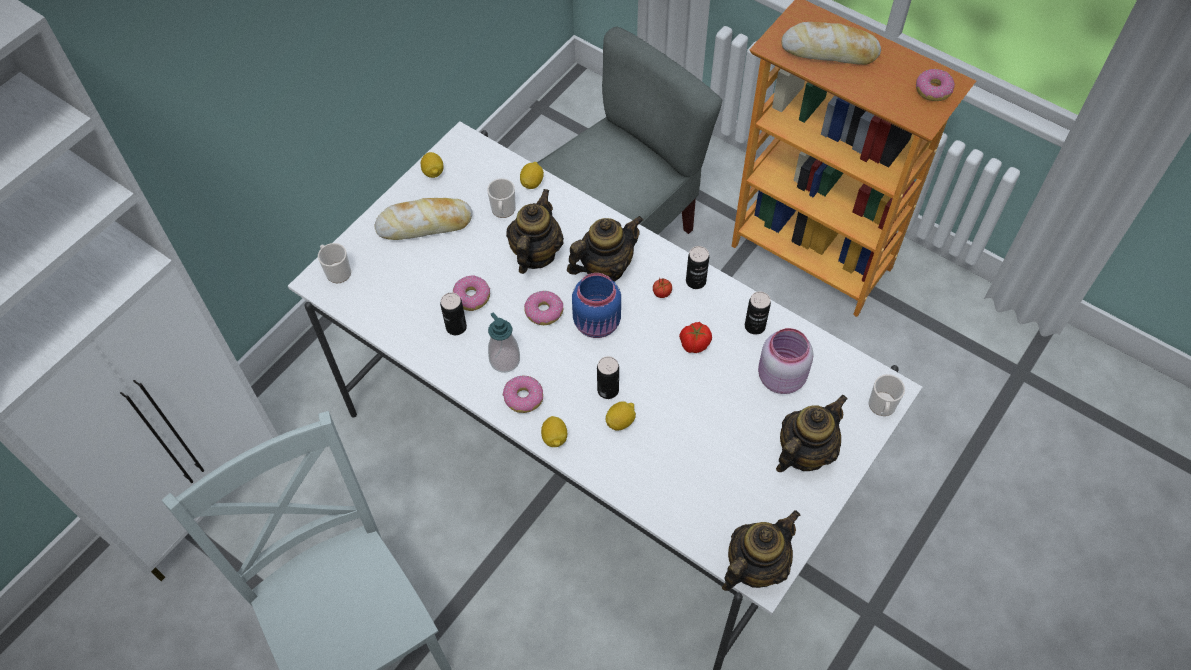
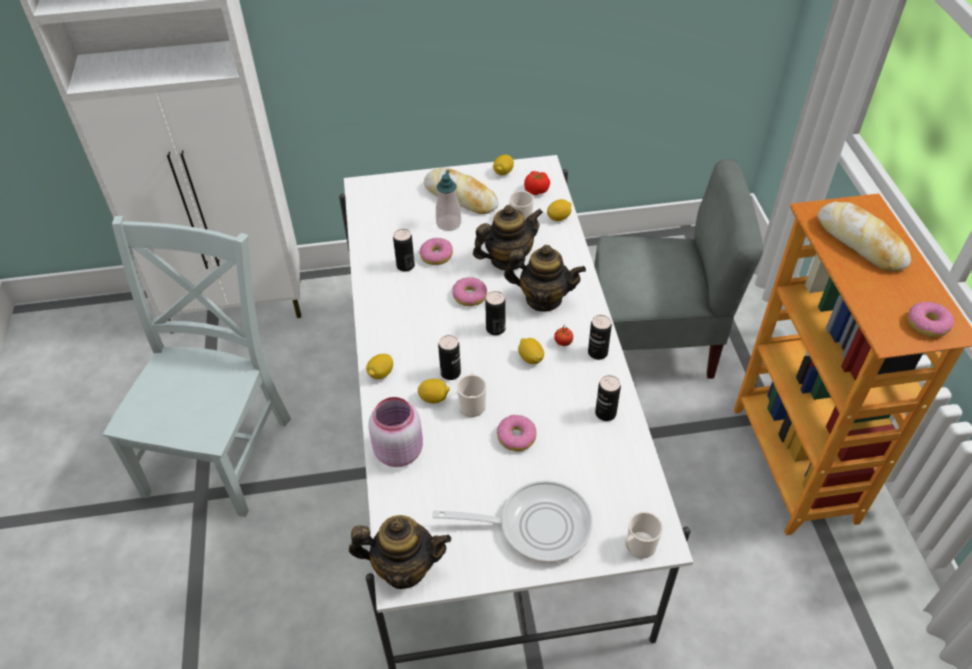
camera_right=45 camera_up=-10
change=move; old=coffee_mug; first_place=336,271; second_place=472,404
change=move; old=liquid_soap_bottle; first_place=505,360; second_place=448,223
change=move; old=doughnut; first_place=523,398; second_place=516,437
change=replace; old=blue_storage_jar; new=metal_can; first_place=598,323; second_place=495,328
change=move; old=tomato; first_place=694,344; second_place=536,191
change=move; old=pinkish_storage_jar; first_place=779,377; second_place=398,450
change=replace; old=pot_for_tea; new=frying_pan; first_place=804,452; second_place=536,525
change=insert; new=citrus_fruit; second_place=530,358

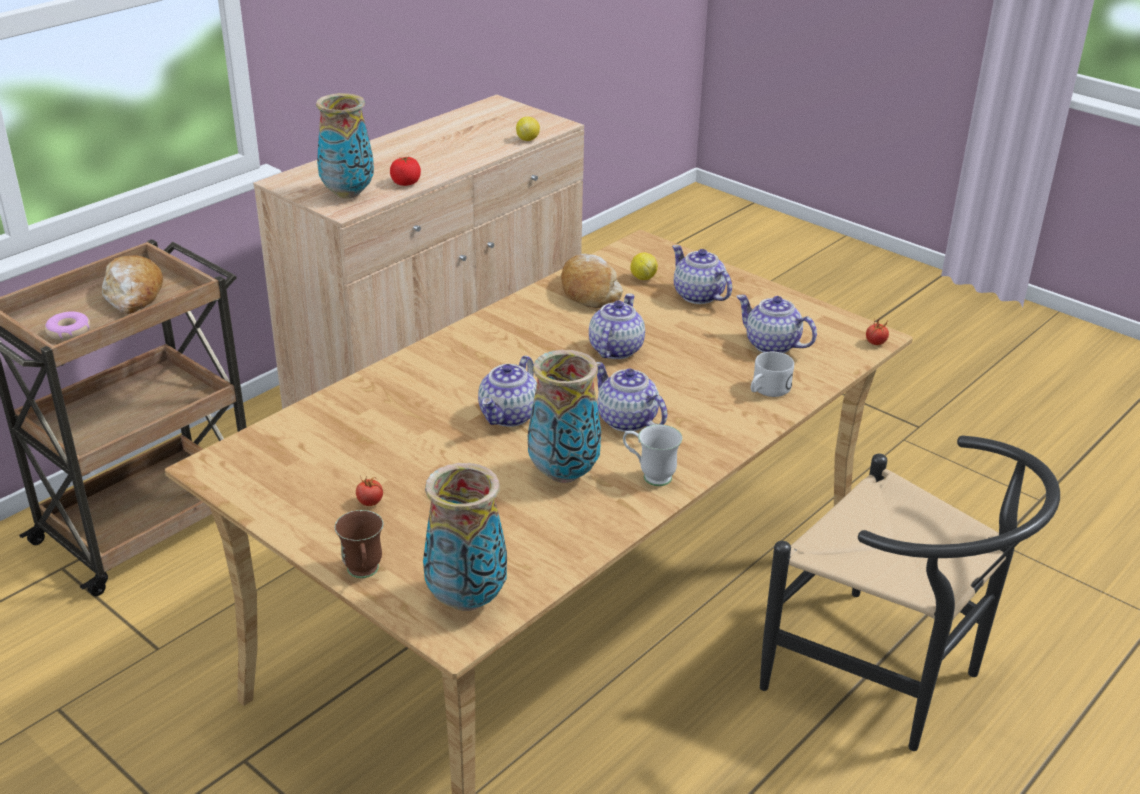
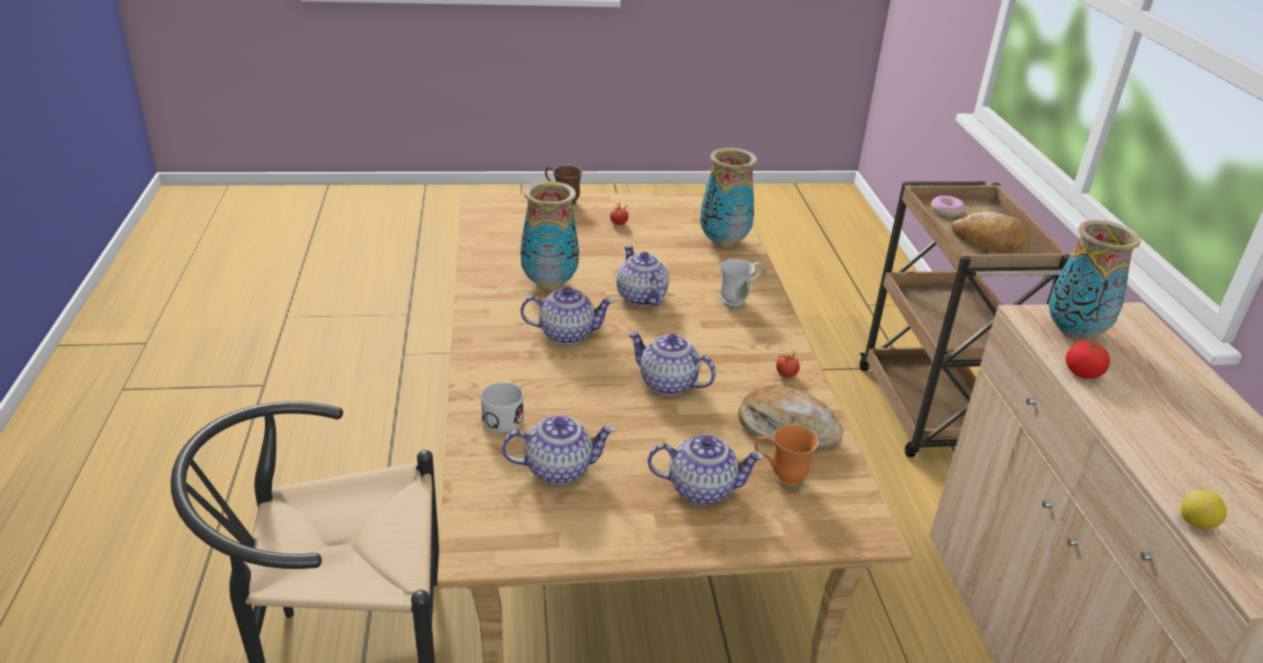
camera_right=130 camera_up=0
change=move; old=vase; first_place=466,600; second_place=723,242
change=rotate; old=pot_for_tea; first_place=615,349; second_place=667,383; degrees=150
change=move; old=whitish_coffee_mug; first_place=649,476; second_place=738,300
change=replace; old=citrus_fruit; new=orange_coffee_mug; first_place=643,278; second_place=780,477
change=move; old=tomato; first_place=875,343; second_place=786,375

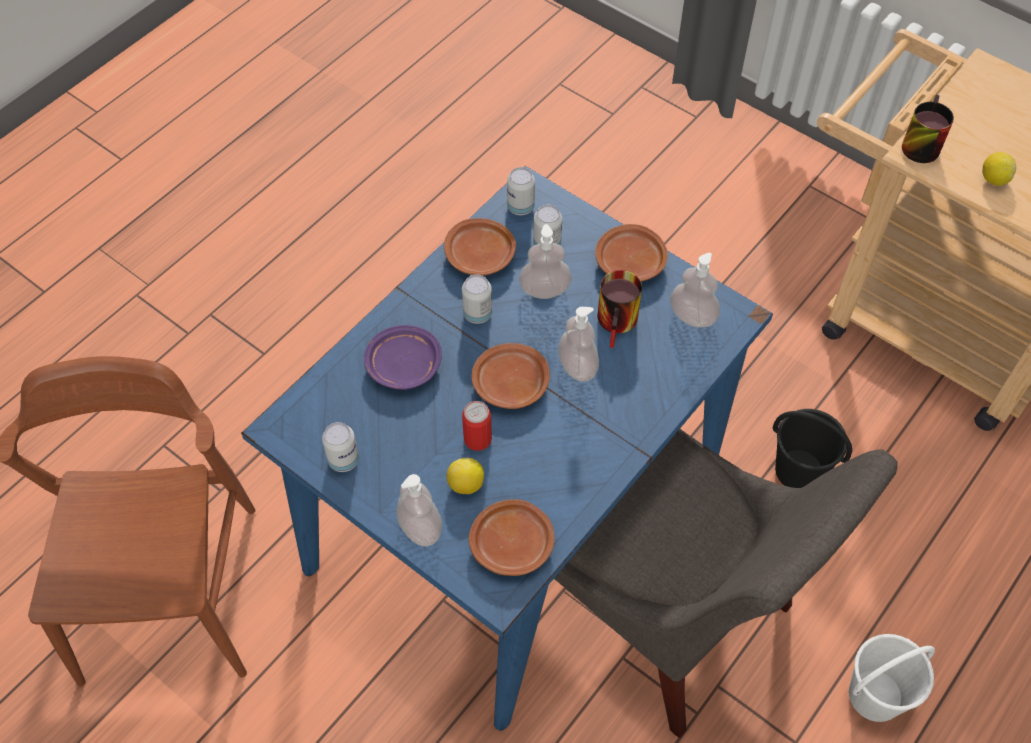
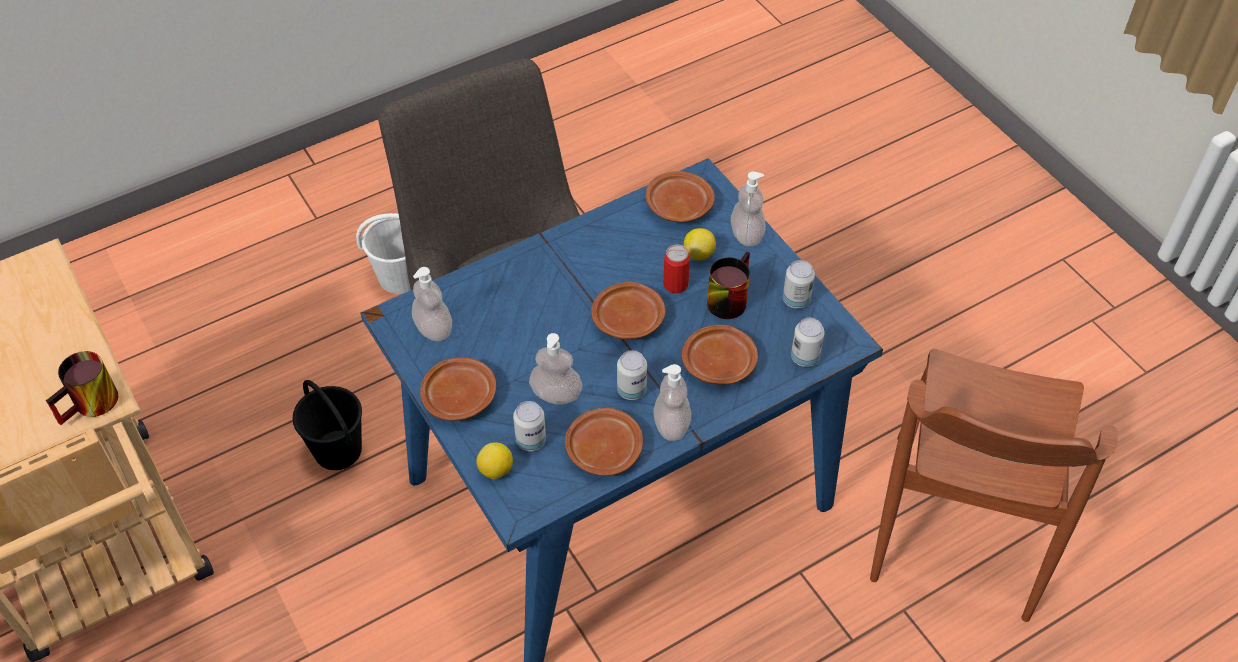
camera_right=-160 camera_up=-5
change=recolor; old=purple-coloured_dinner_plate; new=brownish_dinner_plate; first_place=403,366; second_place=719,363
change=move; old=metal_can; first_place=520,207; second_place=804,357
change=move; old=liquid_soap_bottle; first_place=577,366; second_place=671,425
change=move; old=coffee_mug; first_place=620,323; second_place=726,297
change=move; old=citrus_fruit; first_place=993,179; second_place=496,470

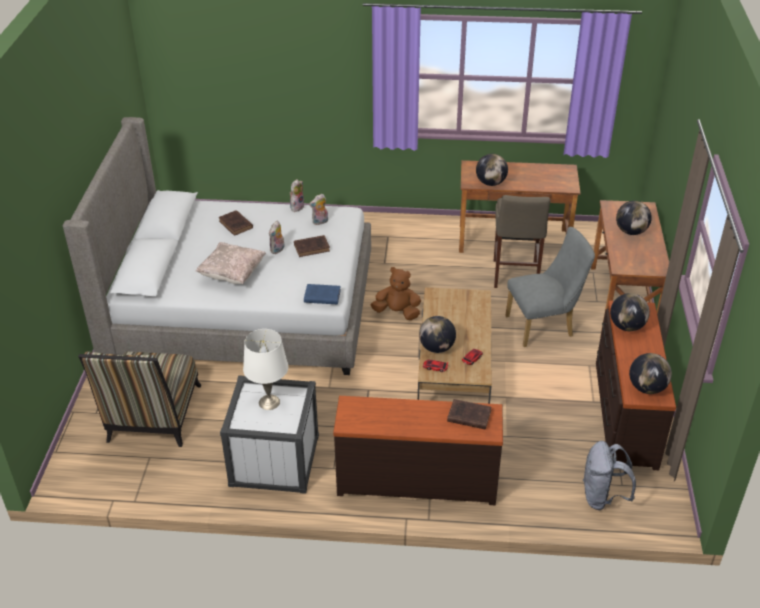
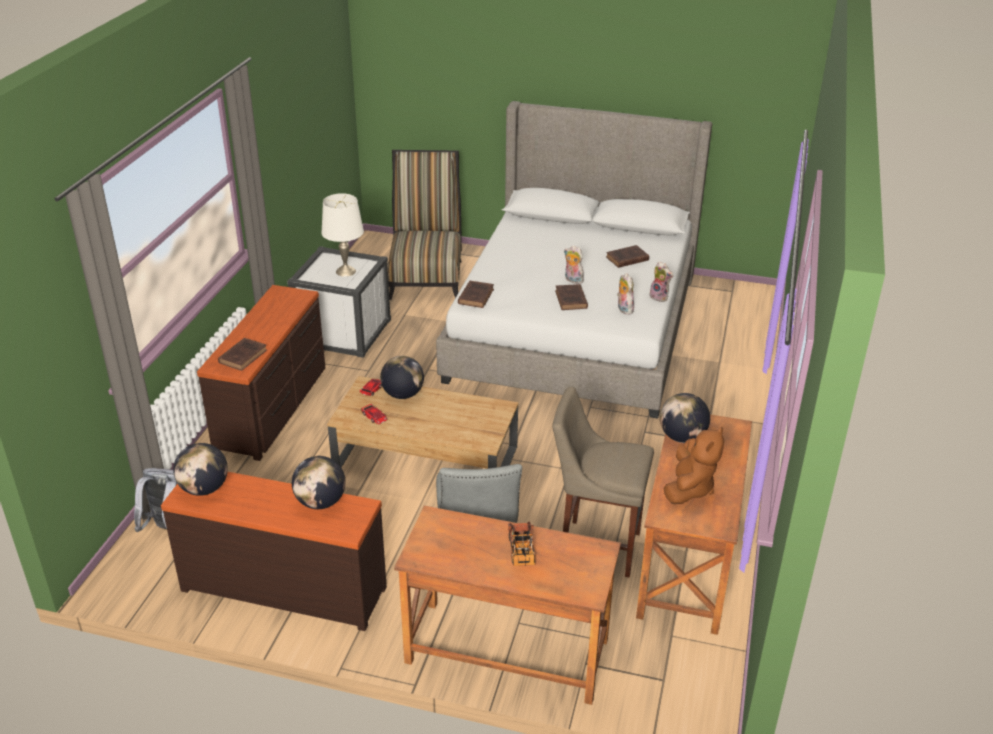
camera_right=100 camera_up=-5
change=rotate; old=chair; first_place=153,418; second_place=426,276; degrees=75
change=delete; old=beige-coloured_pillow; first_place=232,274
change=recolor; old=blue_volume; new=brownish_volume; first_place=321,296; second_place=476,296
change=move; old=brownish_soft_toy; first_place=397,312; second_place=689,488
change=replace; old=desk_globe; new=toy_truck; first_place=631,231; second_place=521,553

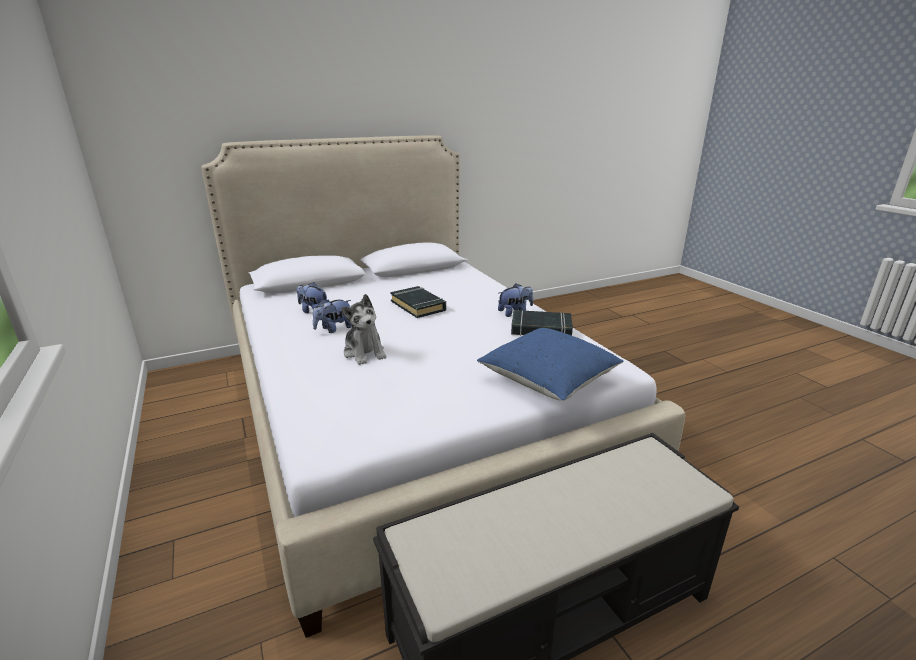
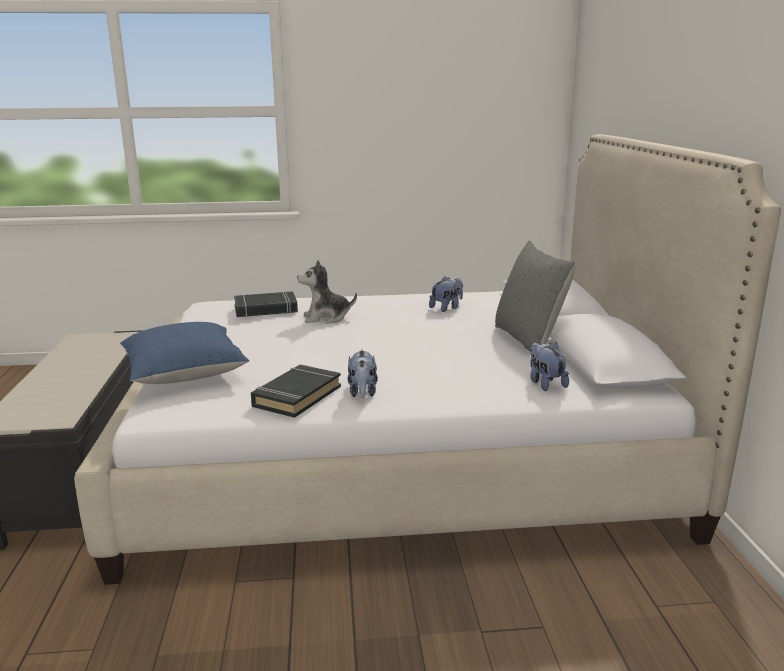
camera_right=110 camera_up=-5
change=move; old=soft_toy; first_place=334,329; second_place=545,383
change=move; old=blackish_volume; first_place=418,306; second_place=266,309
change=insert; new=gray_pillow; second_place=529,340

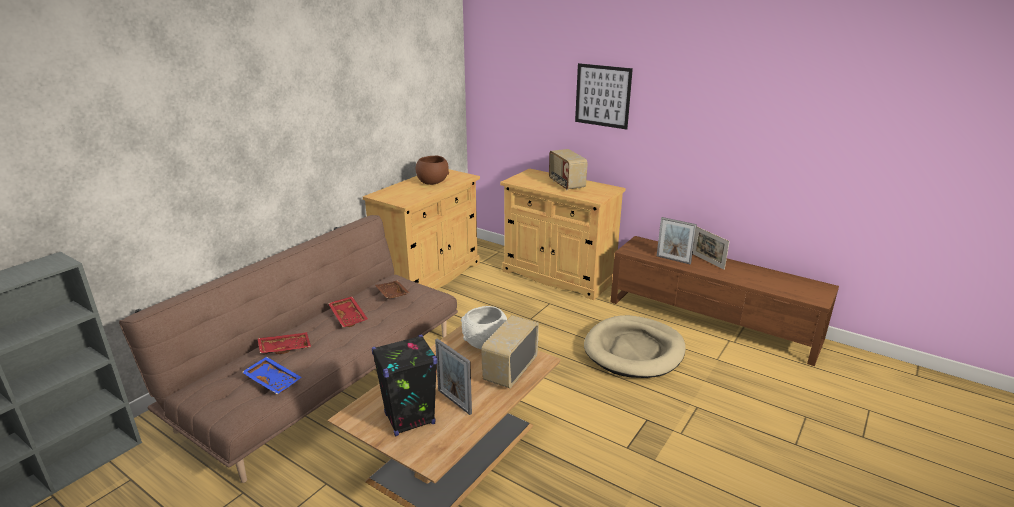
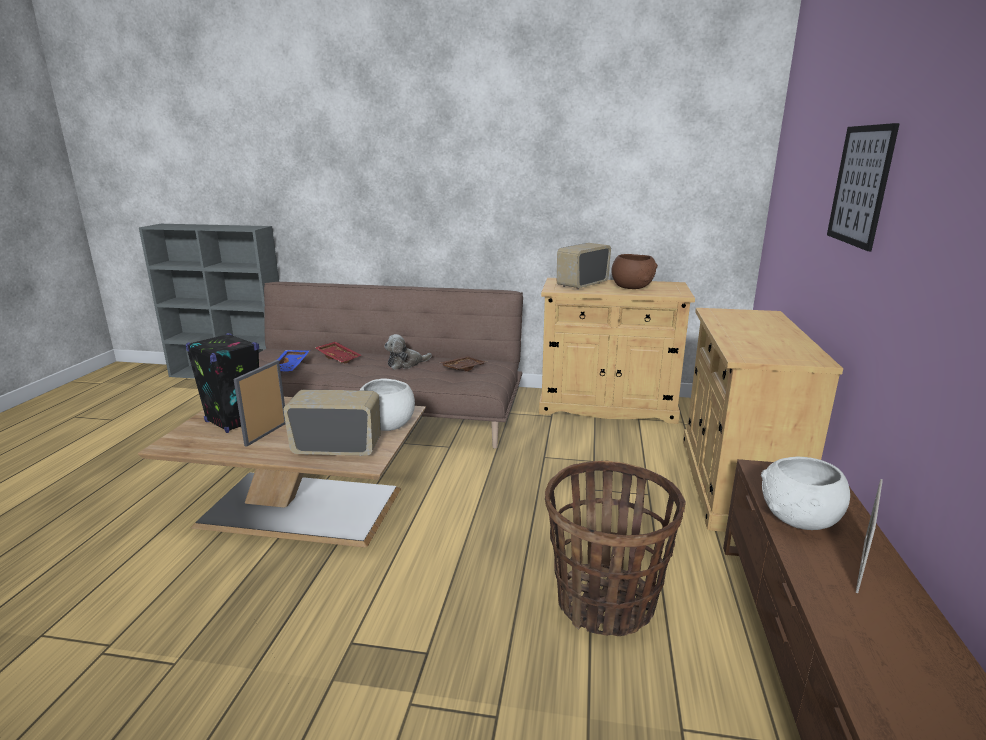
camera_right=65 camera_up=-5
change=replace; old=red_tray; new=soft_toy; first_place=349,316; second_place=406,364
change=move; old=radio_set; first_place=566,184; second_place=582,285
change=replace; old=beige-coloured_dog_bed; new=household_basket; first_place=634,350; second_place=605,603
change=replace; old=picture_frame; new=whitish_bowl; first_place=673,260; second_place=798,520

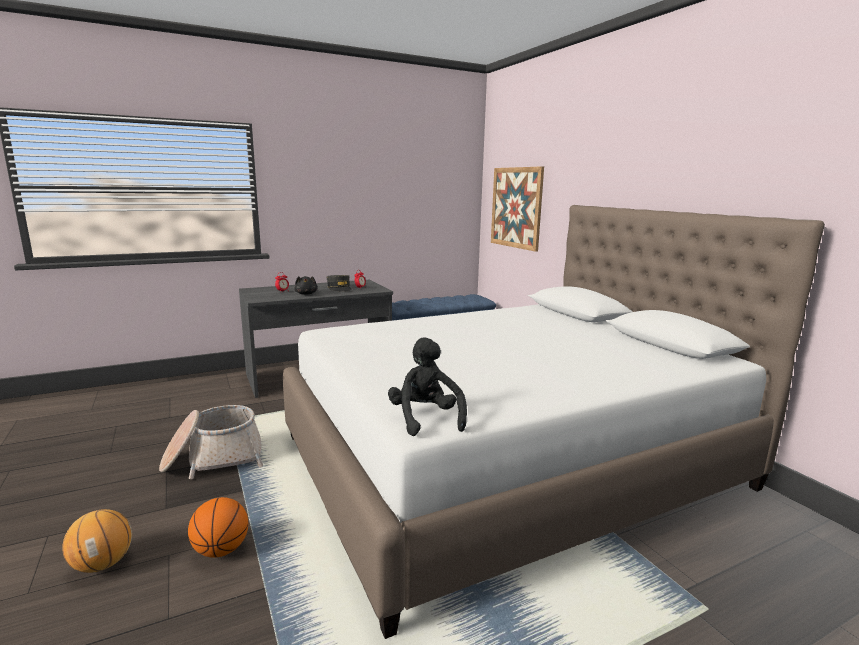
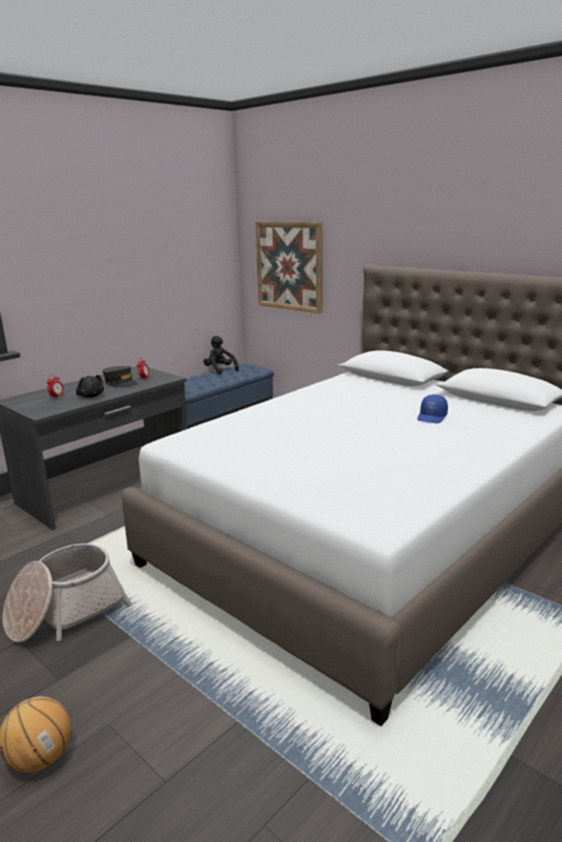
camera_right=-20 camera_up=5
change=delete; old=basketball; first_place=221,550
change=move; old=blackish_soft_toy; first_place=425,419; second_place=220,370
change=insert; new=blue_cap; second_place=432,417

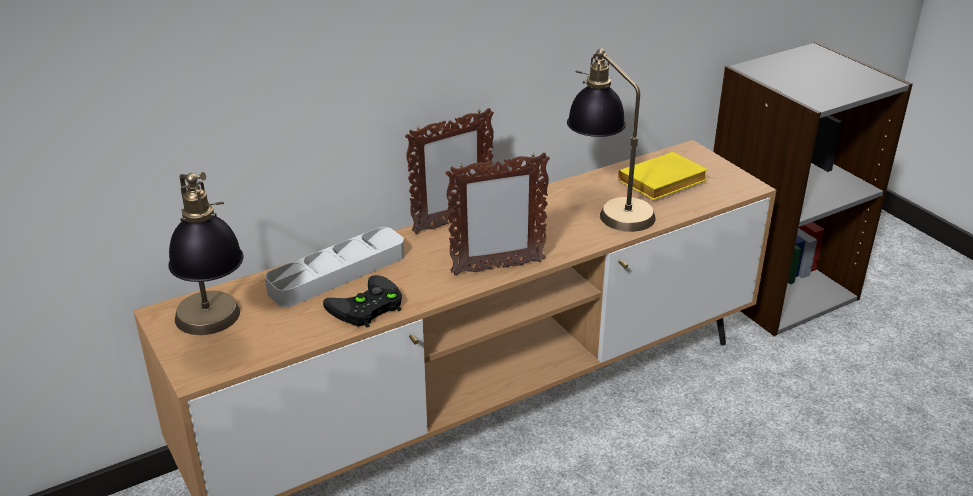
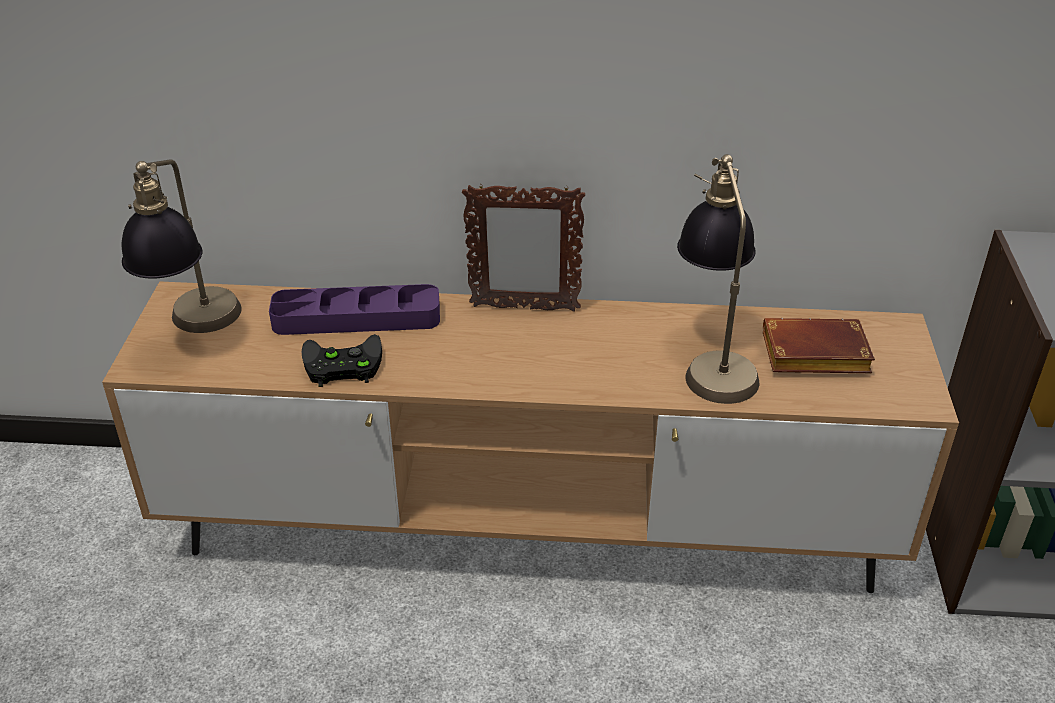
camera_right=35 camera_up=5
change=recolor; old=gray_tray; new=purple-coloured_tray; first_place=337,273; second_place=356,318
change=delete; old=picture_frame; first_place=497,268
change=recolor; old=yellowish_volume; new=brownish_volume; first_place=662,184; second_place=812,356

